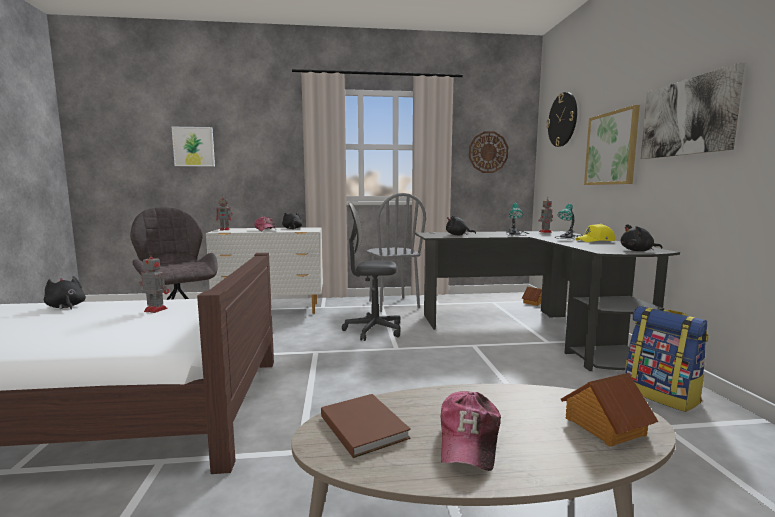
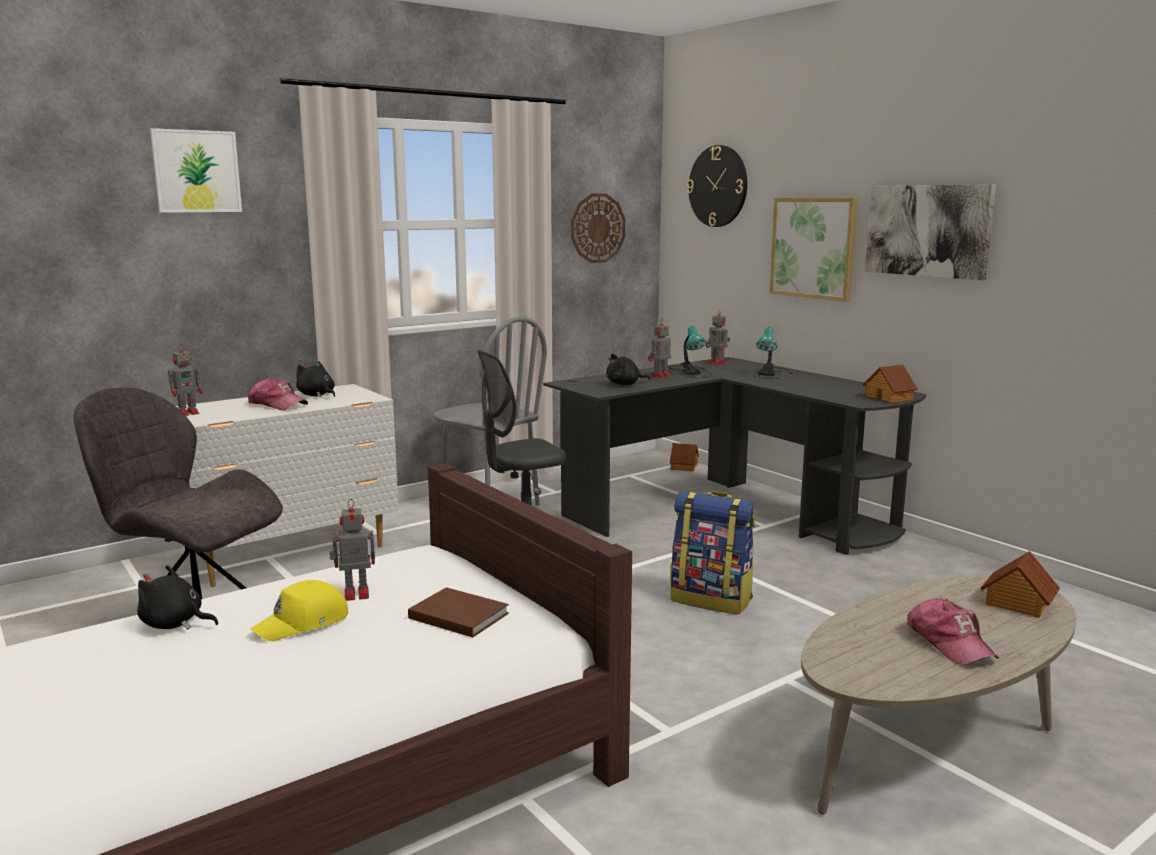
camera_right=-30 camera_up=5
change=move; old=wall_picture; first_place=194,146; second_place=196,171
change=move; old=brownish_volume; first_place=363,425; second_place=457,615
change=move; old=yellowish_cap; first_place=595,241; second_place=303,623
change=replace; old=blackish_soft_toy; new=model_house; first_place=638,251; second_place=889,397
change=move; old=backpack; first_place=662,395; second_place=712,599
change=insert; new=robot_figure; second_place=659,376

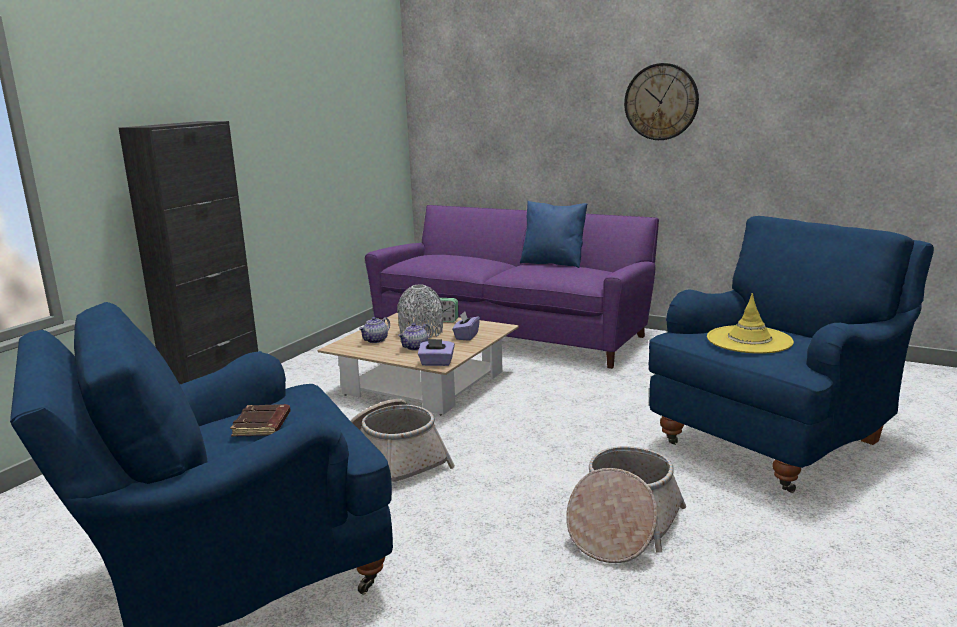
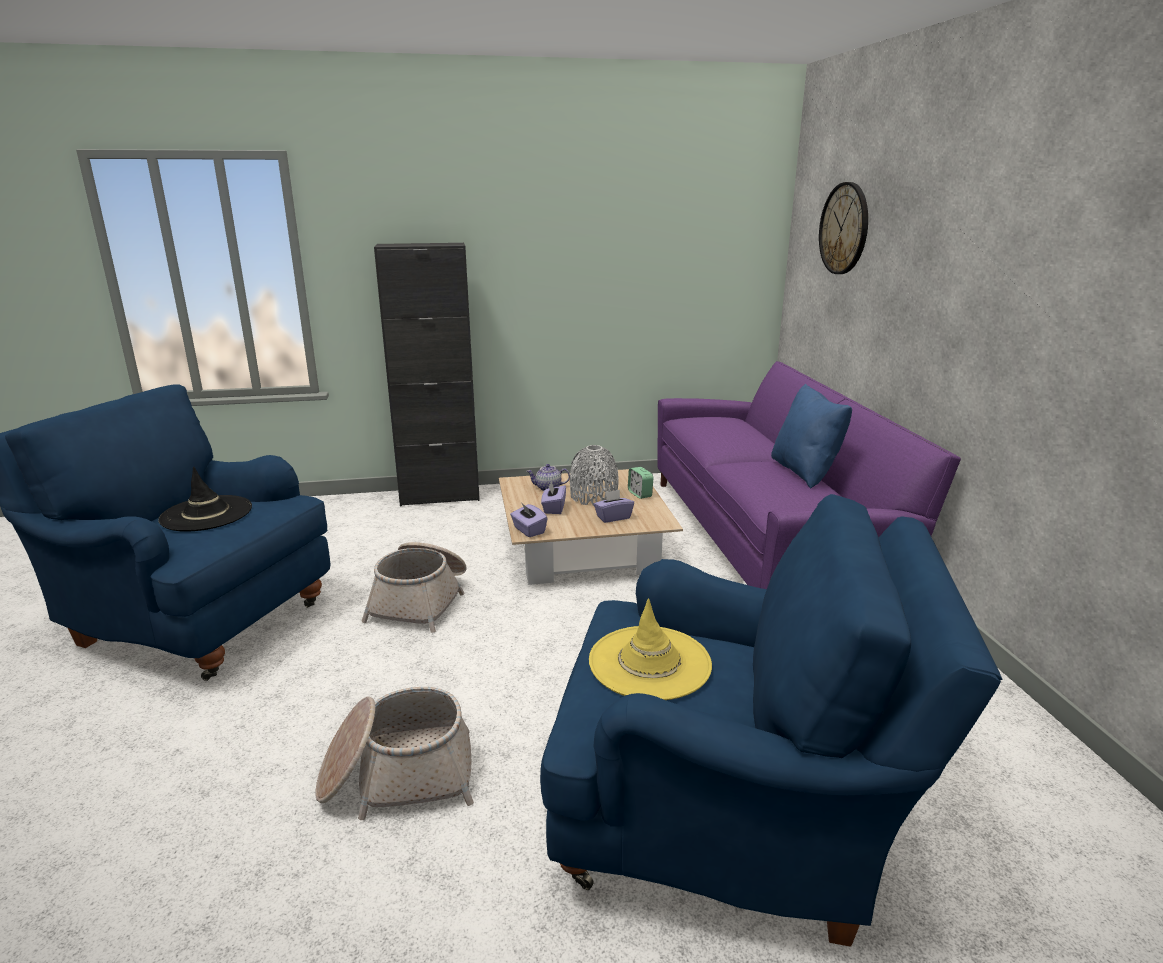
camera_right=50 camera_up=5
change=replace; old=brownish_volume; new=blackish_wearable_hat; first_place=262,425; second_place=206,514
change=replace; old=pot_for_tea; new=purple-coloured_tissue_box; first_place=415,347; second_place=553,508
change=move; old=hanging_clock; first_place=661,102; second_place=844,229

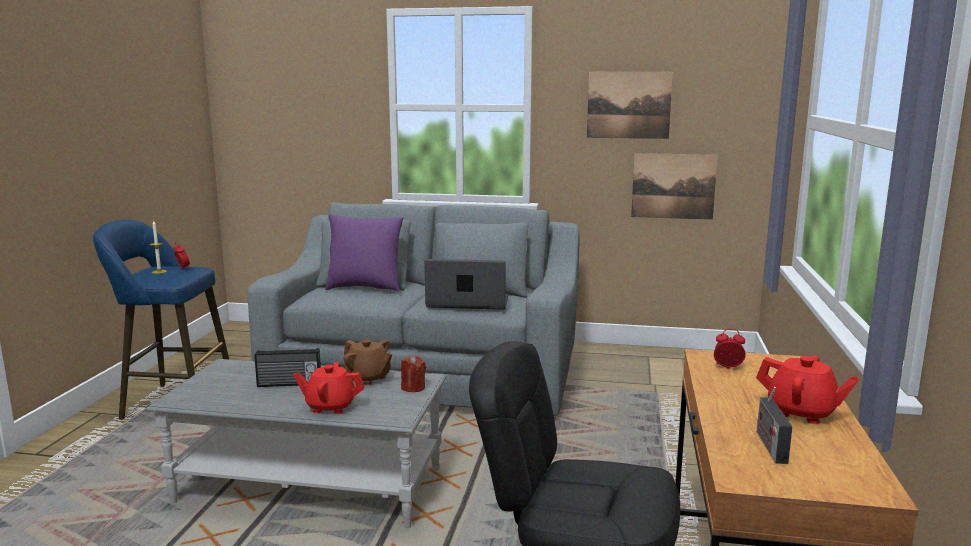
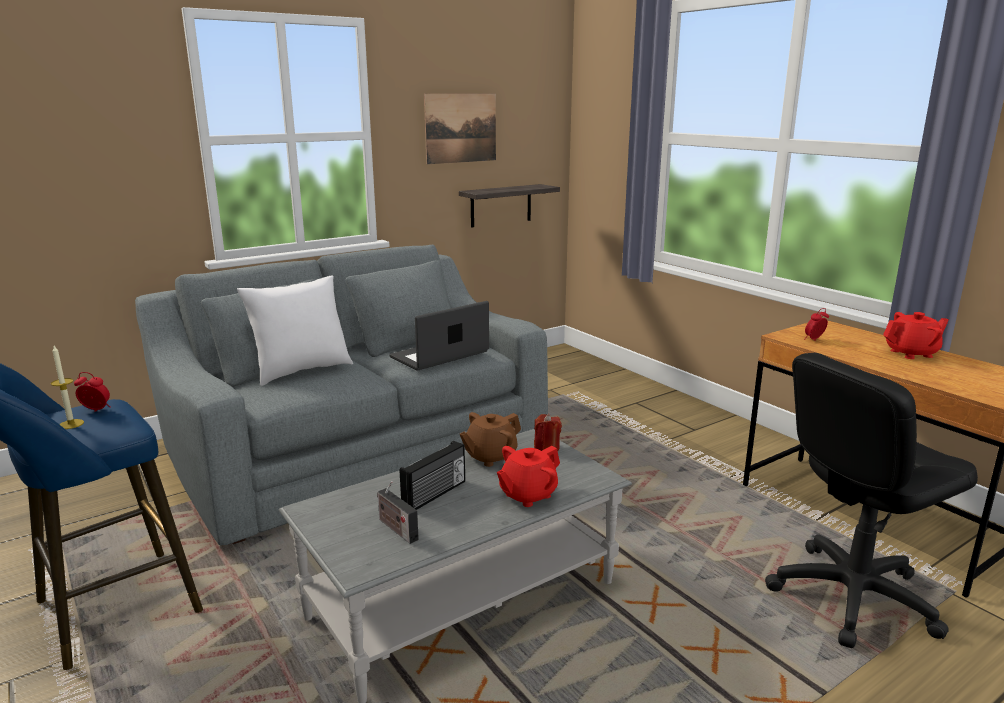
camera_right=-45 camera_up=5
change=recolor; old=purple-coloured_pillow; new=whitish_pillow; first_place=365,288; second_place=301,371
change=rotate; old=brownish_pot_for_tea; first_place=368,378; second_place=490,457; degrees=150
change=replace; old=wall_picture; new=bracket_shelf; first_place=673,186; second_place=501,205
change=move; old=radio_set; first_place=769,445; second_place=396,528

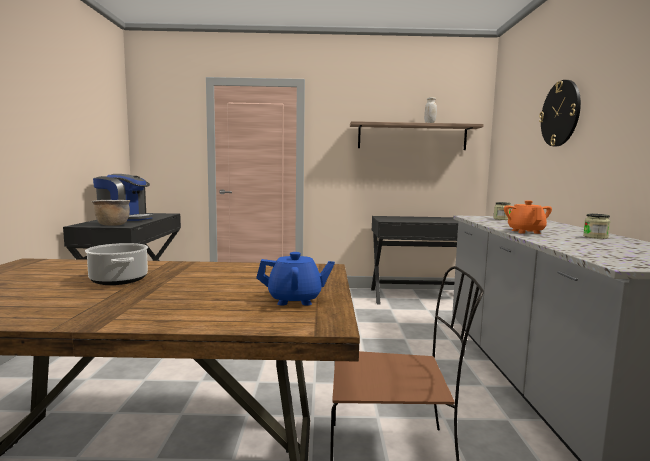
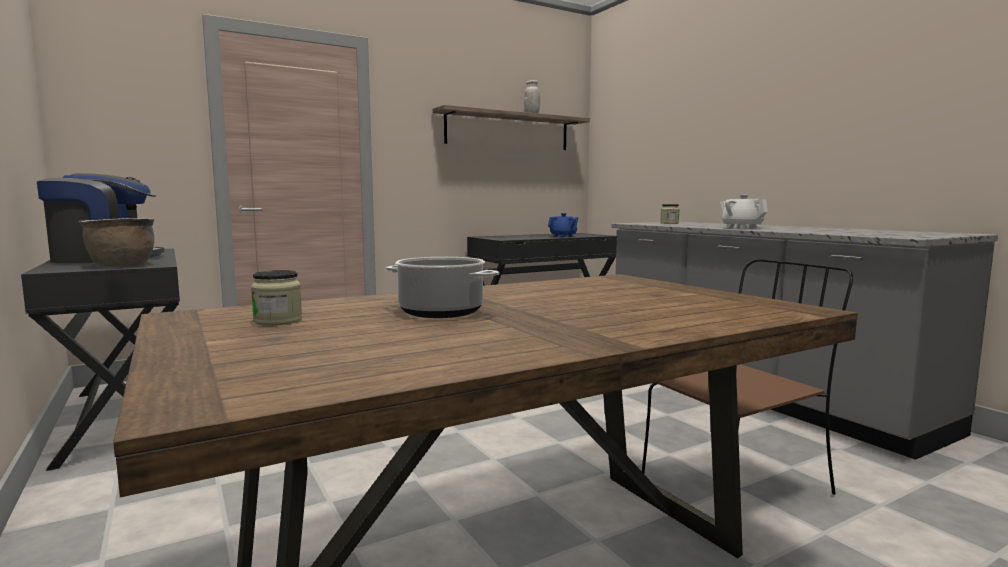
camera_right=-30 camera_up=0
change=move; old=blue_pot_for_tea; first_place=295,300; second_place=563,236
change=recolor; old=orange_pot_for_tea; new=whitish_pot_for_tea; first_place=525,231; second_place=741,228
change=delete; old=hanging_clock; first_place=560,113
change=move; old=storage_jar; first_place=595,237; second_place=278,321

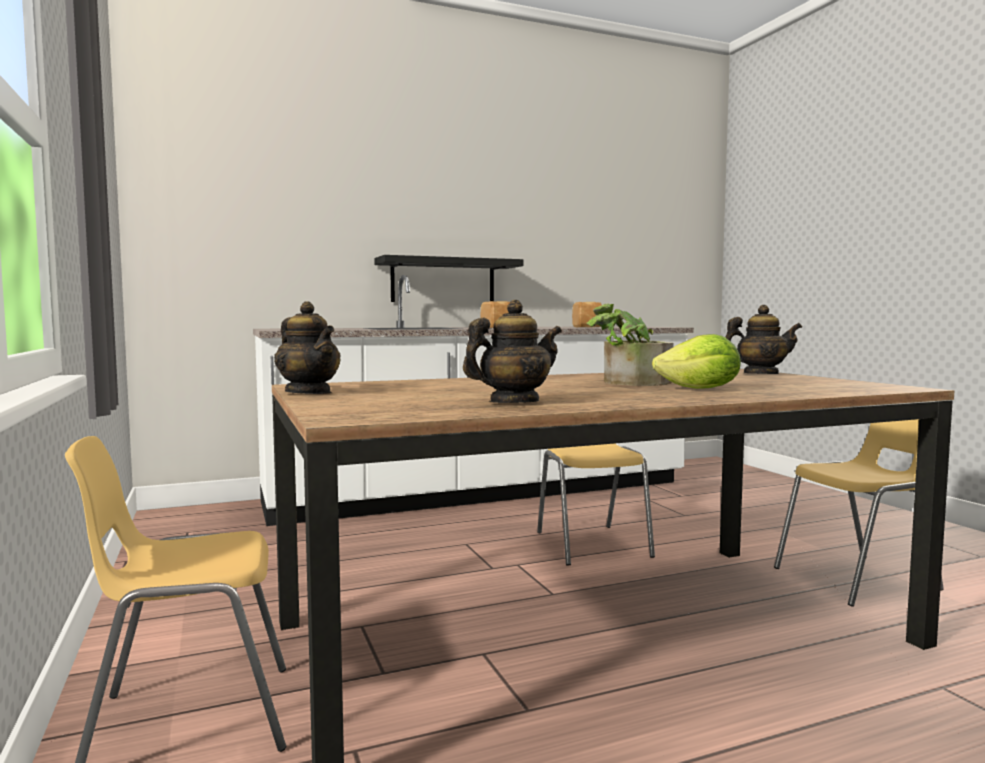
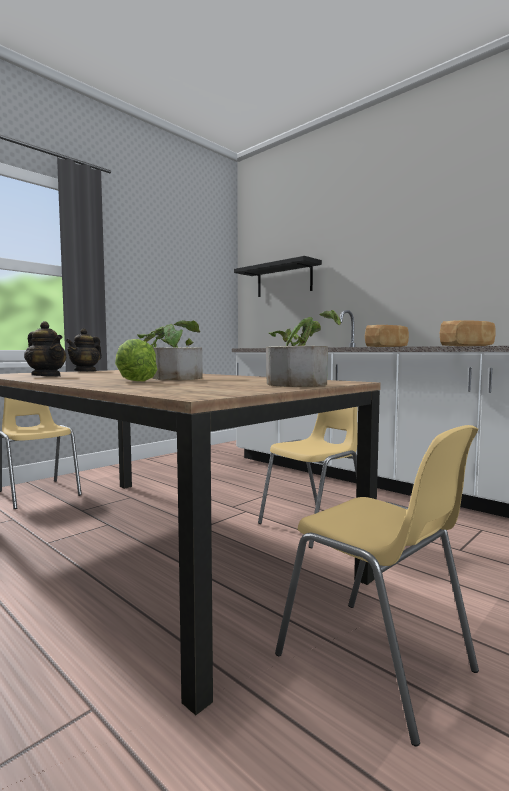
camera_right=65 camera_up=0
change=move; old=blackish_bracket_shelf; first_place=443,281; second_place=284,280
change=replace; old=pot_for_tea; new=potted_plant; first_place=760,374; second_place=300,384

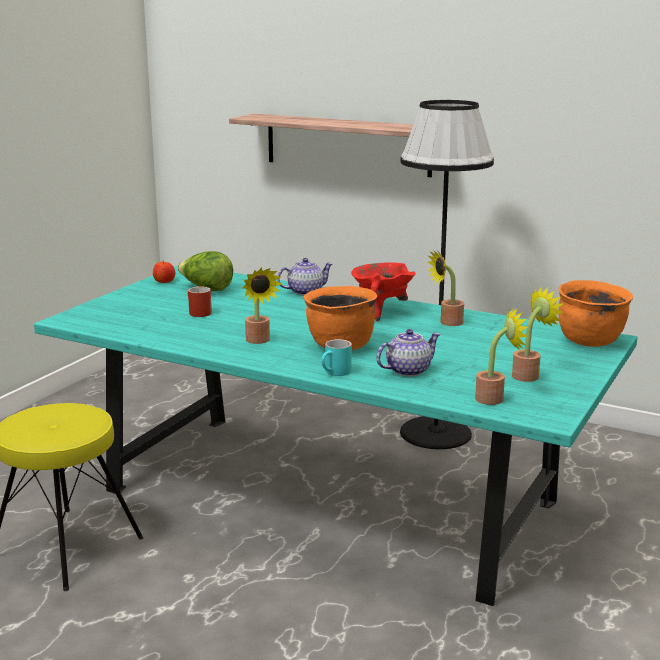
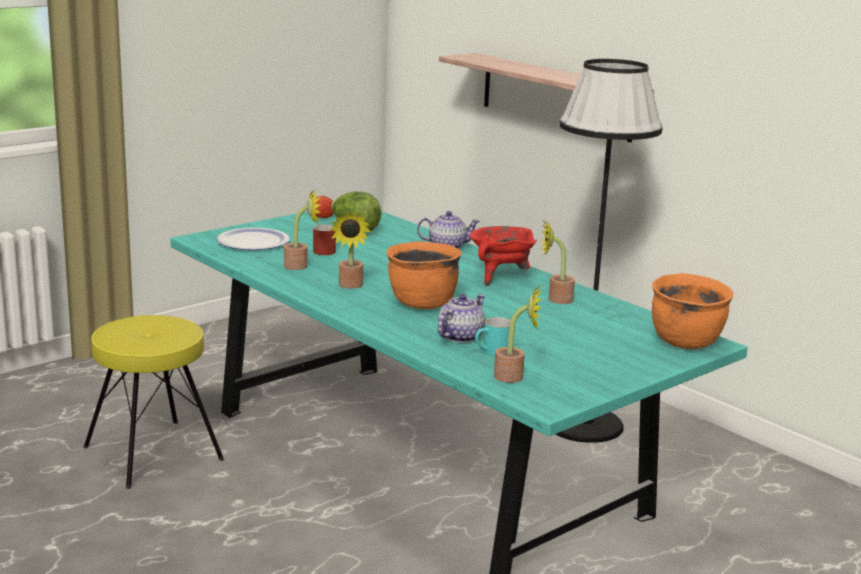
camera_right=20 camera_up=0
change=move; old=turquoise-coloured_coffee_mug; first_place=335,373; second_place=492,352
change=rotate; old=pot_for_tea; first_place=407,370; second_place=459,337; degrees=-45
change=move; old=potted_plant; first_place=529,375; second_place=300,266
change=insert; new=dinner_plate; second_place=252,241

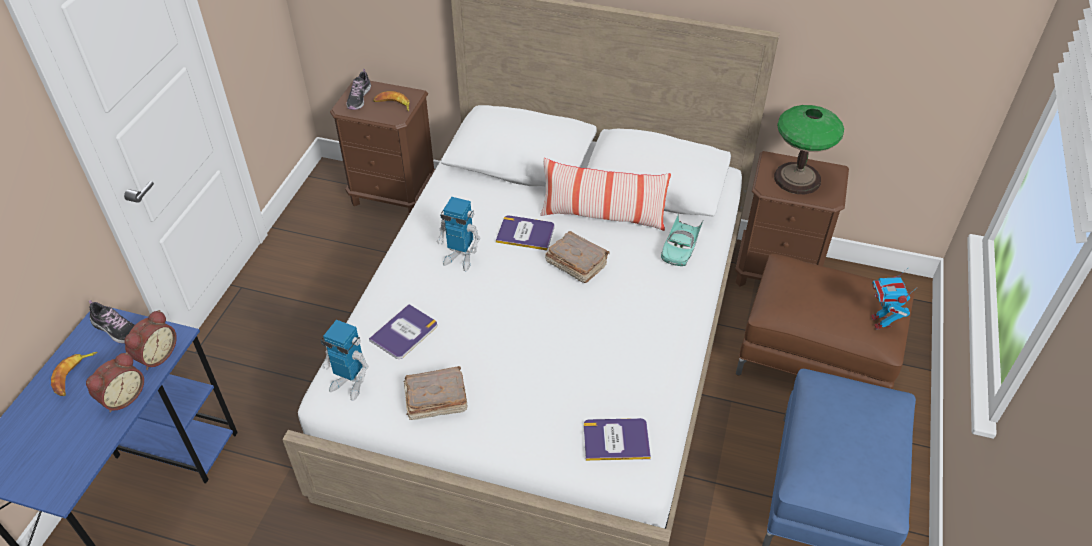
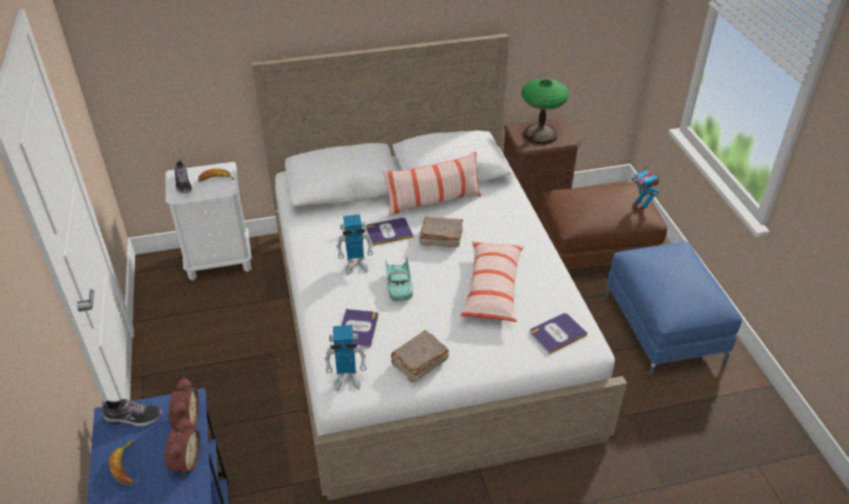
camera_right=-30 camera_up=-5
change=recolor; old=brownish_nightstand; new=whitish_nightstand; first_place=393,195; second_place=219,261
change=move; old=turquoise-coloured_miniature_car; first_place=680,248; second_place=399,285
change=insert; new=pillow; second_place=492,289

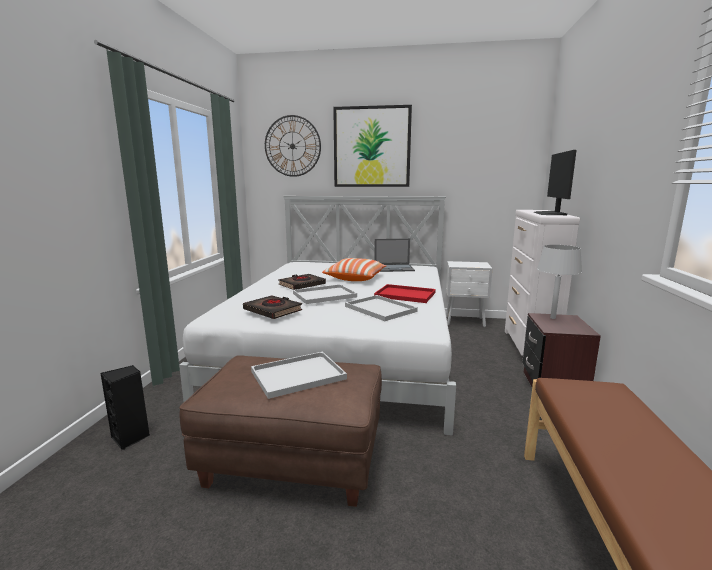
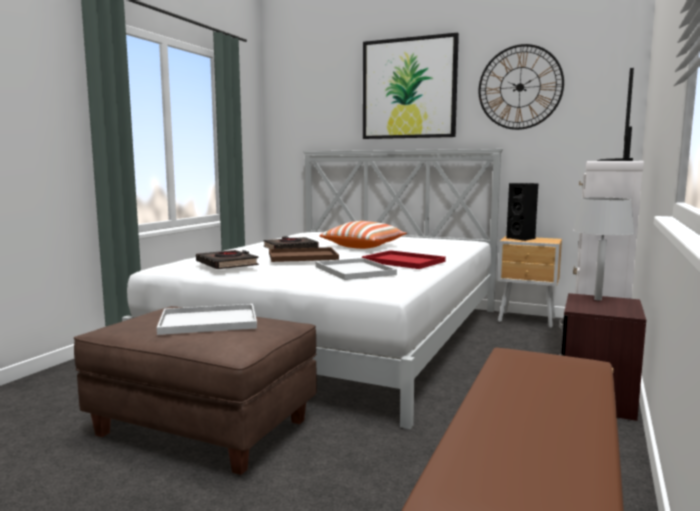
camera_right=15 camera_up=-5
change=move; old=blackish_speaker; first_place=131,438; second_place=522,238
change=move; old=hanging_clock; first_place=292,146; second_place=520,87
change=recolor; old=whitish_tray; new=brownish_tray; first_place=325,295; second_place=304,256
change=delete; old=notebook_computer; first_place=394,268
change=recolor; old=whitish_nightstand; new=brownish_nightstand; first_place=465,322; second_place=528,320

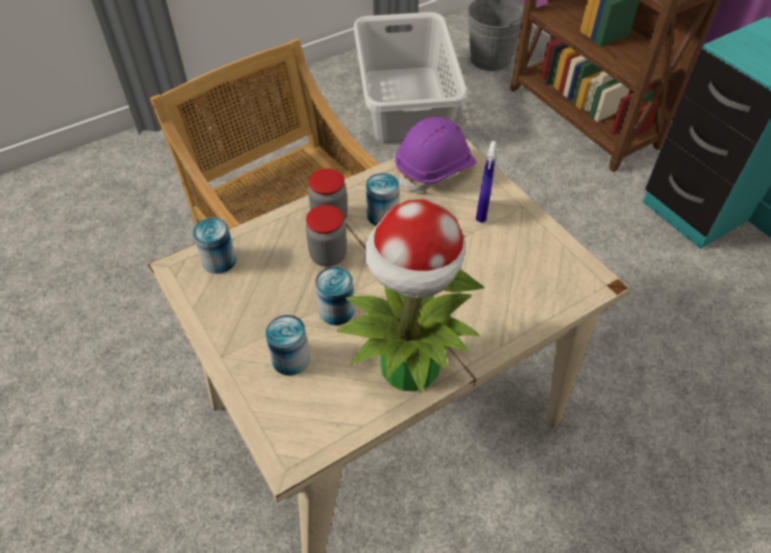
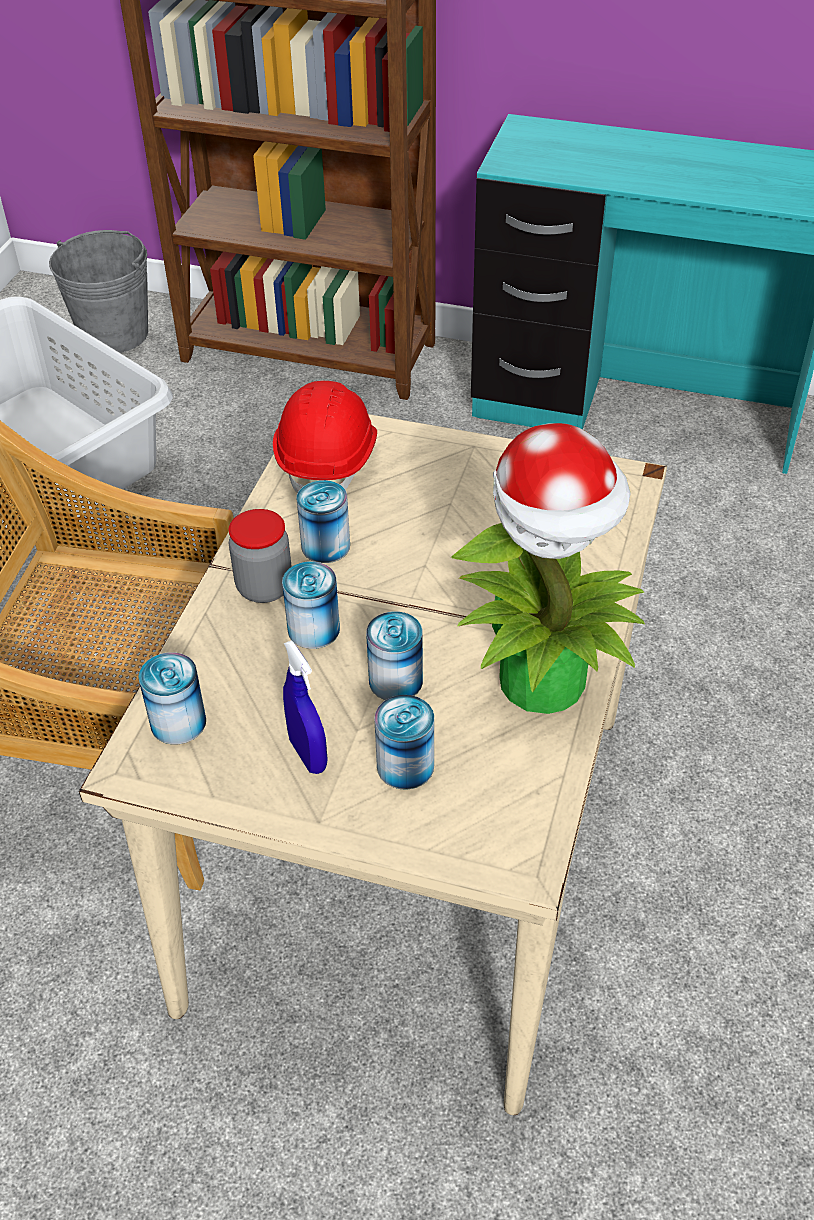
camera_right=-40 camera_up=-5
change=replace; old=storage_jar; new=metal_can; first_place=328,255; second_place=313,629
change=recolor; old=purple-coloured_work_helmet; new=red_work_helmet; first_place=435,169; second_place=329,460
change=move; old=blue_spray_bottle; first_place=482,212; second_place=308,754

